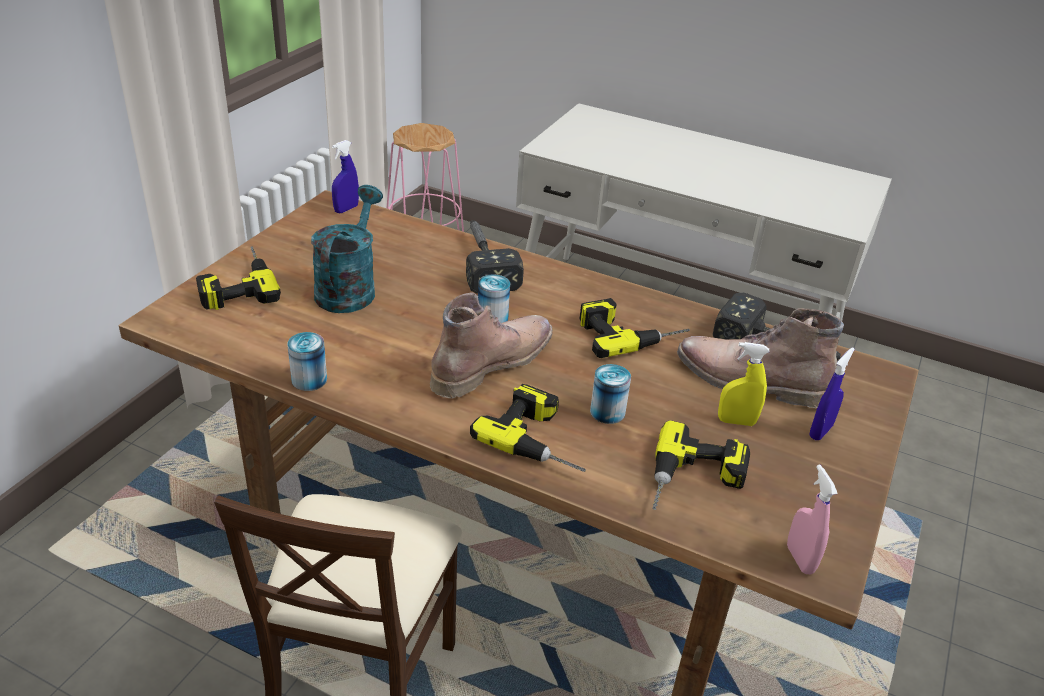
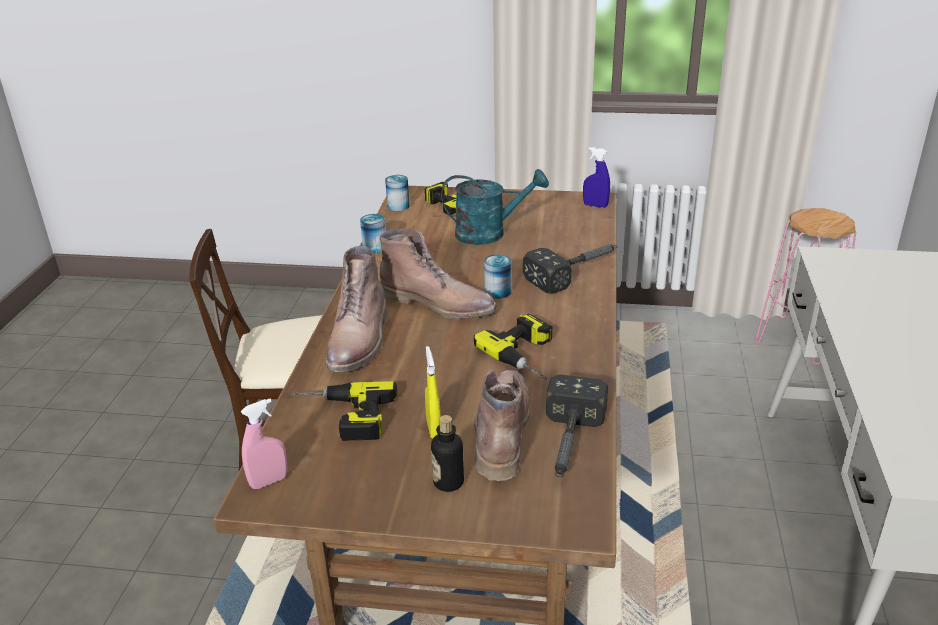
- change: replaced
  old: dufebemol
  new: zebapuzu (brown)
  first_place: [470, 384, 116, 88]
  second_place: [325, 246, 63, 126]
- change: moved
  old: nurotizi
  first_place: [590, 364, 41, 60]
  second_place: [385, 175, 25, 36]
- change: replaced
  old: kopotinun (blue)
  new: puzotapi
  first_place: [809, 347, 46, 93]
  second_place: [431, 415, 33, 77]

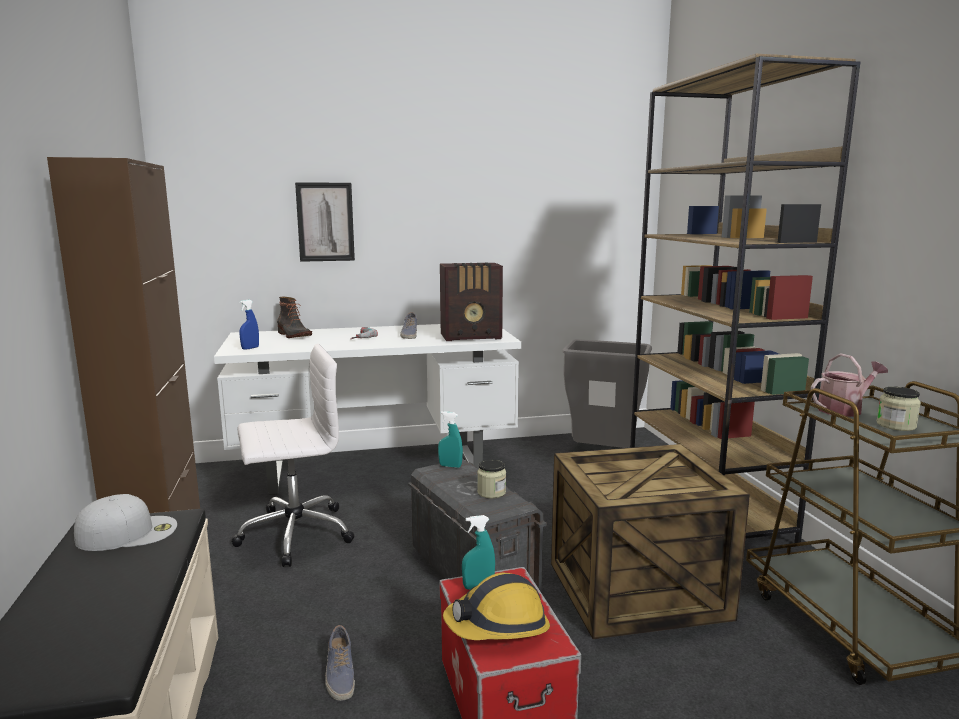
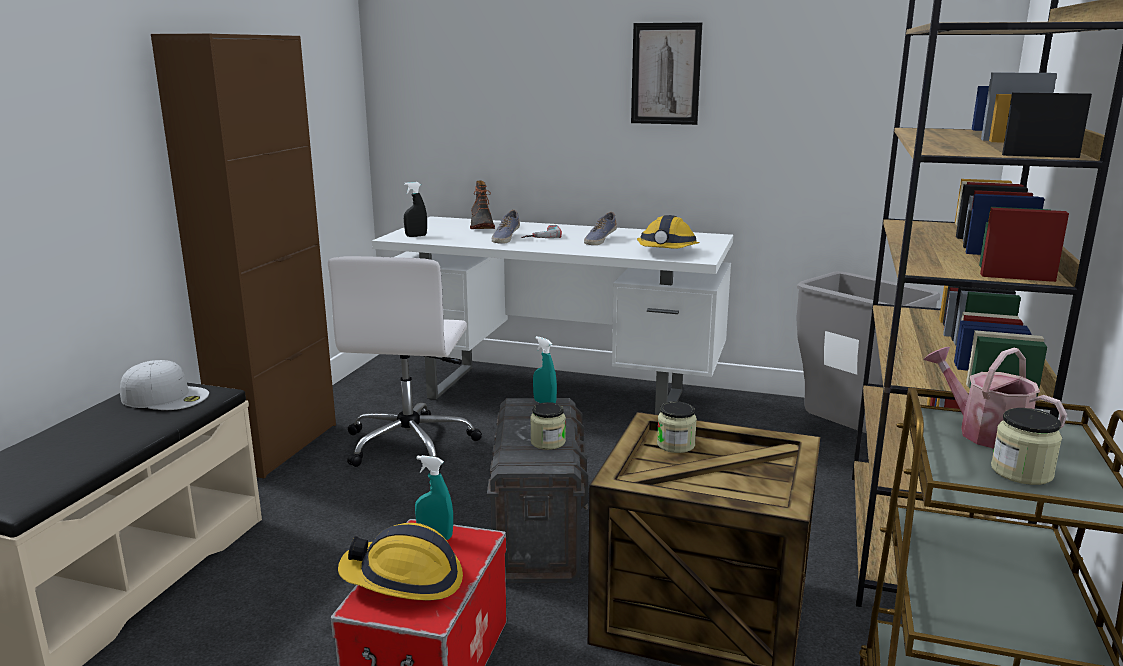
- change: turned
  old: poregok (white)
  first_place: [231, 344, 124, 223]
  second_place: [328, 256, 154, 214]
  degrees: 90
- change: recoloured
  old: kopotinun (blue)
  new: kopotinun (black)
  first_place: [239, 300, 20, 50]
  second_place: [404, 182, 23, 55]
- change: moved
  old: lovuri
  first_place: [295, 182, 60, 80]
  second_place: [631, 22, 71, 103]
- change: moved
  old: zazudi
  first_place: [325, 625, 30, 76]
  second_place: [492, 210, 28, 34]
- change: replaced
  old: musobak
  new: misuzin
  first_place: [440, 263, 63, 78]
  second_place: [637, 215, 63, 33]
- change: turned
  old: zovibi
  first_place: [811, 353, 77, 64]
  second_place: [923, 347, 144, 102]
  degrees: -135
- change: added
  new: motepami
  second_place: [657, 401, 40, 52]

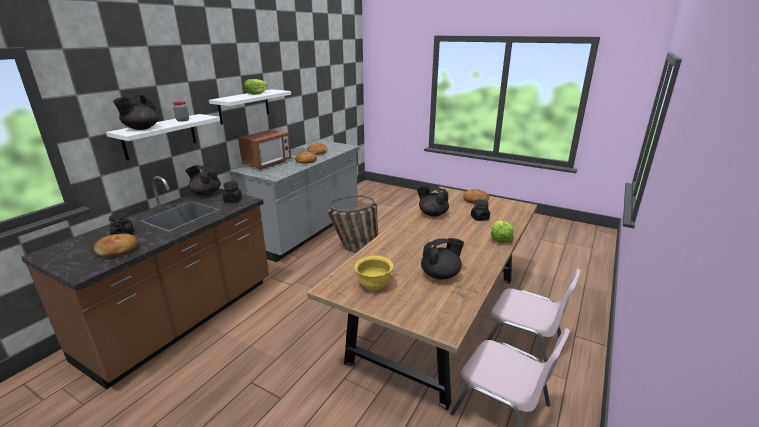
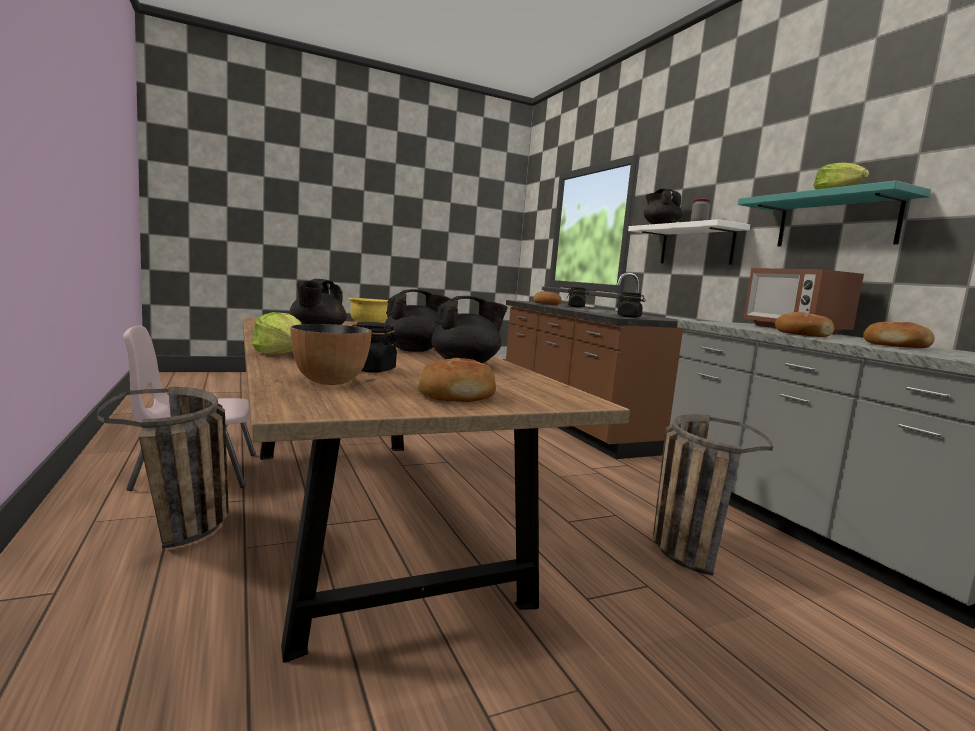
- change: moved
  old: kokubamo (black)
  first_place: [185, 165, 36, 31]
  second_place: [385, 289, 66, 63]
- change: recoloured
  old: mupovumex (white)
  new: mupovumex (turquoise)
  first_place: [209, 89, 82, 36]
  second_place: [738, 180, 193, 66]
- change: replaced
  old: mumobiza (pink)
  new: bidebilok
  first_place: [487, 269, 94, 94]
  second_place: [97, 387, 132, 161]
- change: added
  new: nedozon
  second_place: [291, 324, 81, 61]

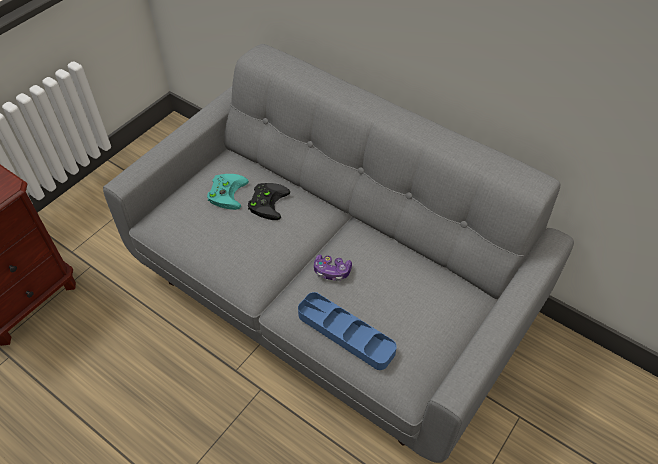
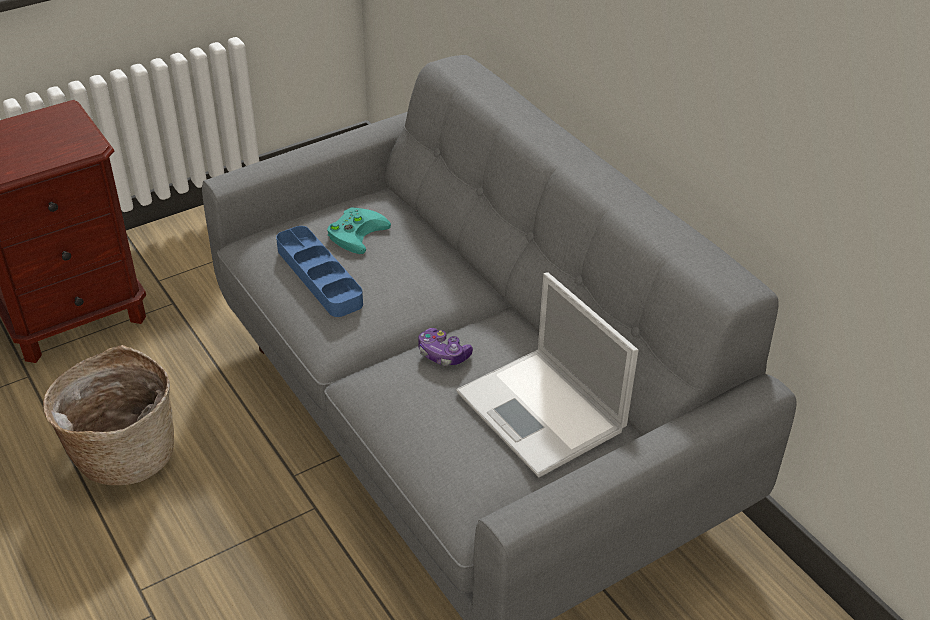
- change: removed
  old: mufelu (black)
  first_place: [248, 183, 42, 37]
- change: moved
  old: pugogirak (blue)
  first_place: [298, 292, 99, 78]
  second_place: [276, 226, 87, 91]
- change: added
  new: bidebilok
  second_place: [43, 345, 131, 140]
- change: added
  new: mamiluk
  second_place: [456, 272, 182, 205]

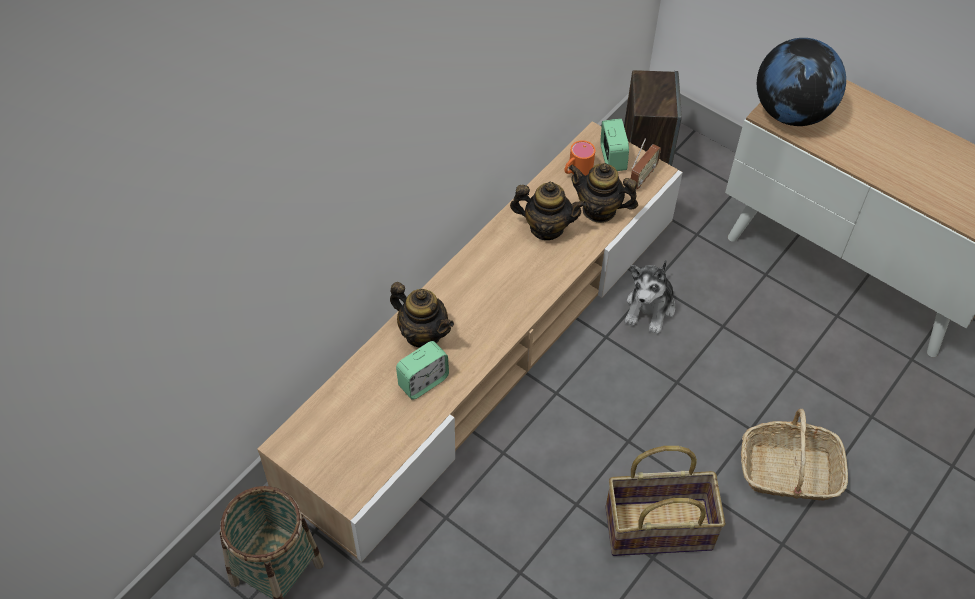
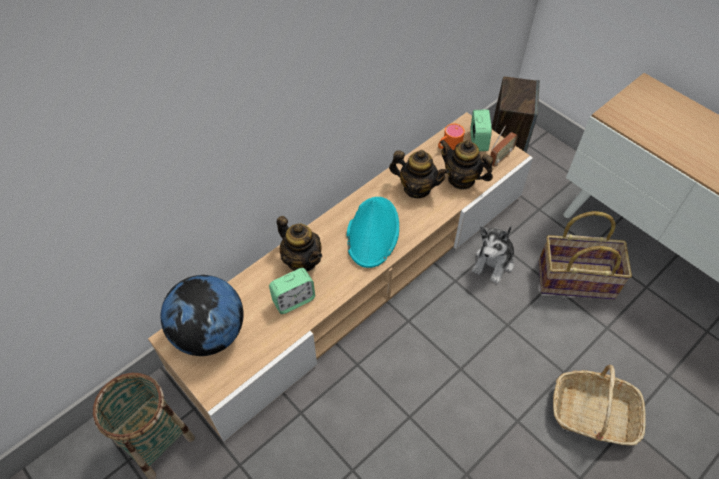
- change: moved
  old: bidebilok
  first_place: [605, 446, 120, 110]
  second_place: [538, 211, 94, 88]
- change: moved
  old: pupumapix
  first_place: [757, 38, 89, 88]
  second_place: [161, 275, 83, 81]
- change: added
  new: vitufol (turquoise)
  second_place: [347, 197, 52, 71]

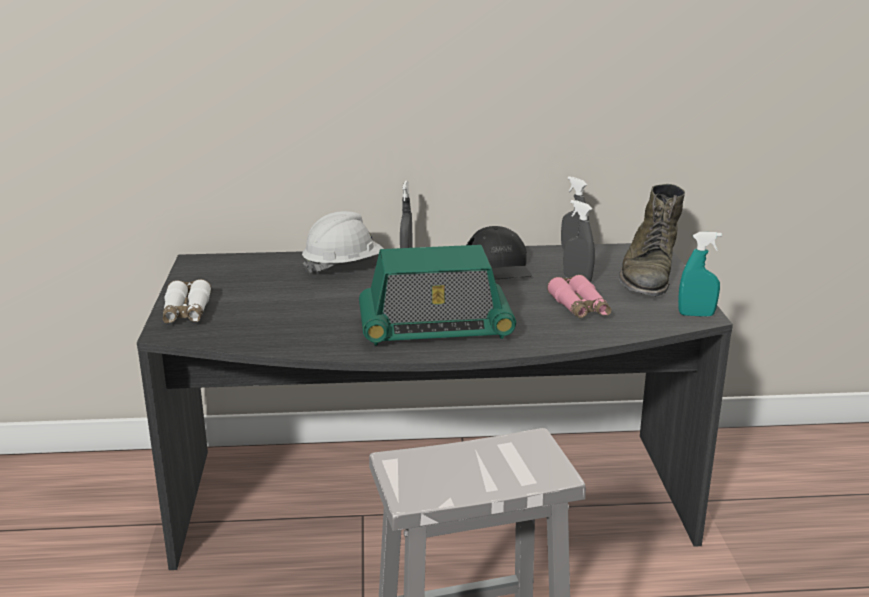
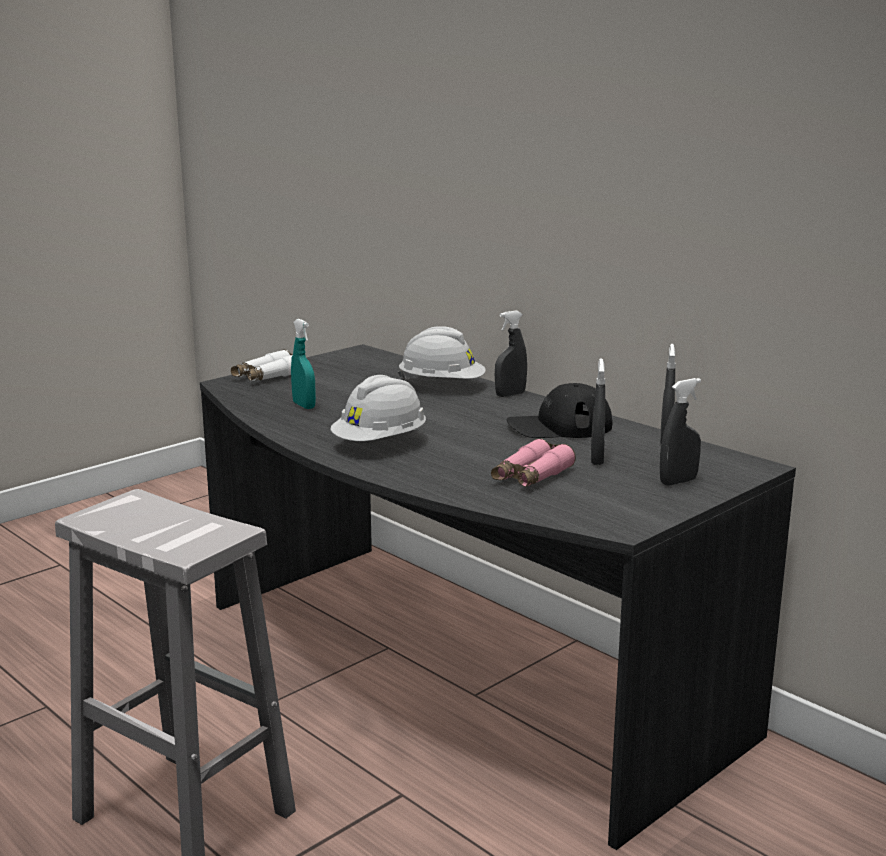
- change: replaced
  old: musobak
  new: misuzin (white)
  first_place: [359, 245, 157, 101]
  second_place: [331, 375, 95, 66]
- change: turned
  old: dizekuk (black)
  first_place: [467, 226, 65, 53]
  second_place: [507, 383, 106, 55]
  degrees: 45
- change: replaced
  old: zebapuzu (green)
  new: kopotinun (grey)
  first_place: [619, 184, 66, 113]
  second_place: [660, 378, 41, 108]
- change: moved
  old: kopotinun (turquoise)
  first_place: [678, 232, 44, 85]
  second_place: [291, 319, 25, 90]

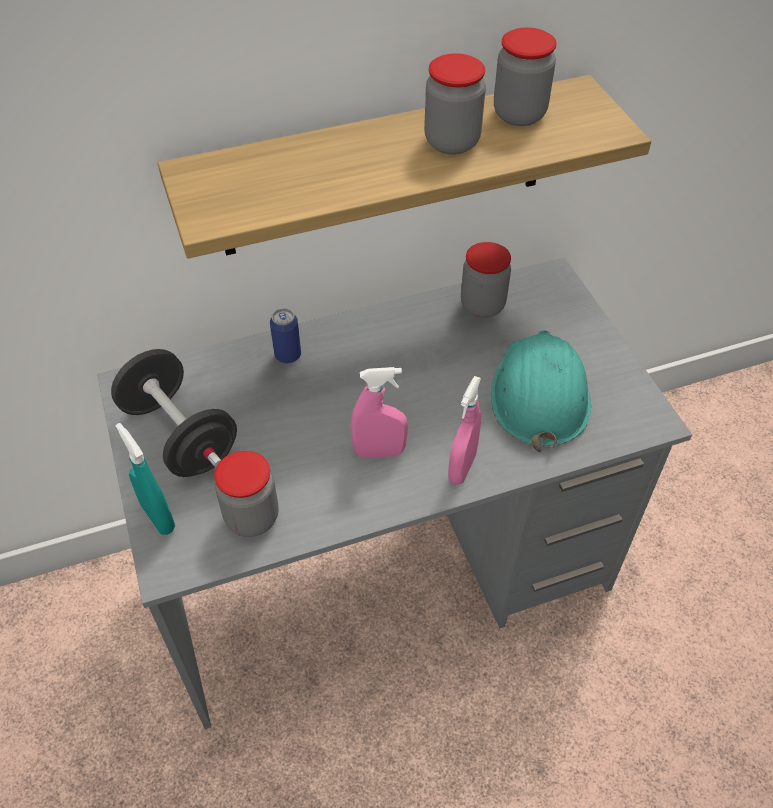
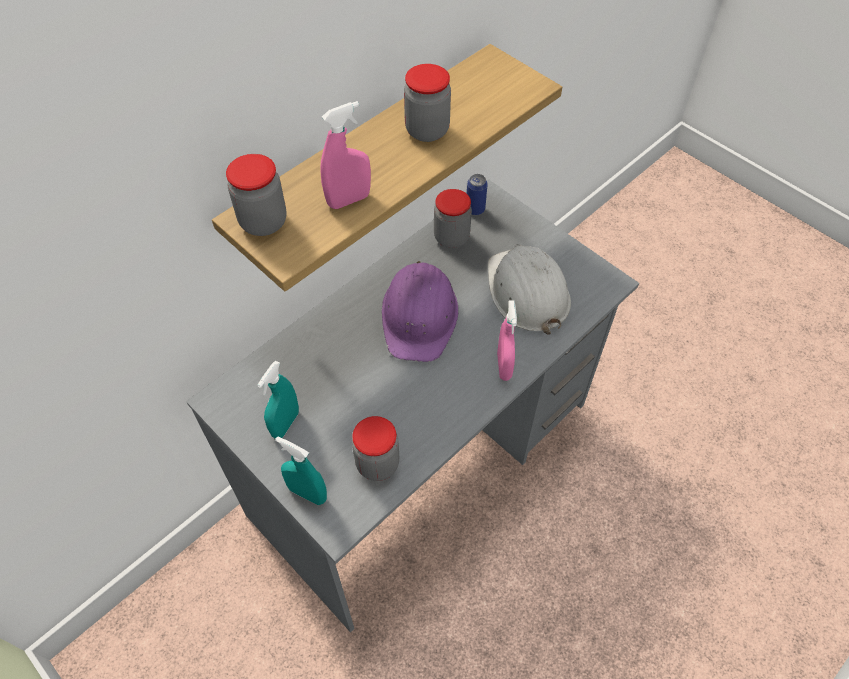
- change: replaced
  old: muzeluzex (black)
  new: kopotinun (turquoise)
  first_place: [111, 349, 126, 128]
  second_place: [257, 361, 42, 78]
- change: moved
  old: nurotizi
  first_place: [270, 308, 31, 56]
  second_place: [467, 174, 21, 41]
- change: moved
  old: kopotinun (pink)
  first_place: [351, 367, 57, 91]
  second_place: [320, 101, 51, 108]
- change: recoloured
  old: misuzin (turquoise)
  new: misuzin (white)
  first_place: [491, 330, 100, 122]
  second_place: [488, 244, 83, 91]
- change: moved
  old: motepami
  first_place: [494, 27, 63, 99]
  second_place: [226, 154, 61, 82]
- change: added
  new: misuzin (purple)
  second_place: [382, 261, 76, 101]

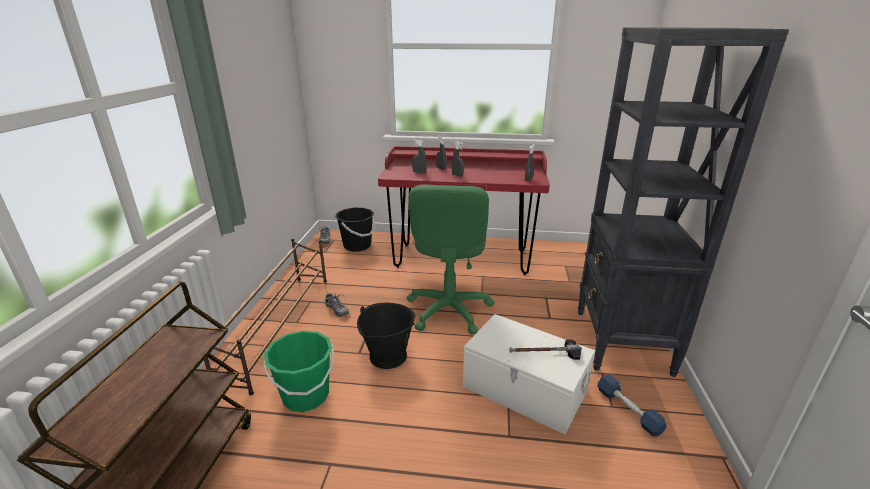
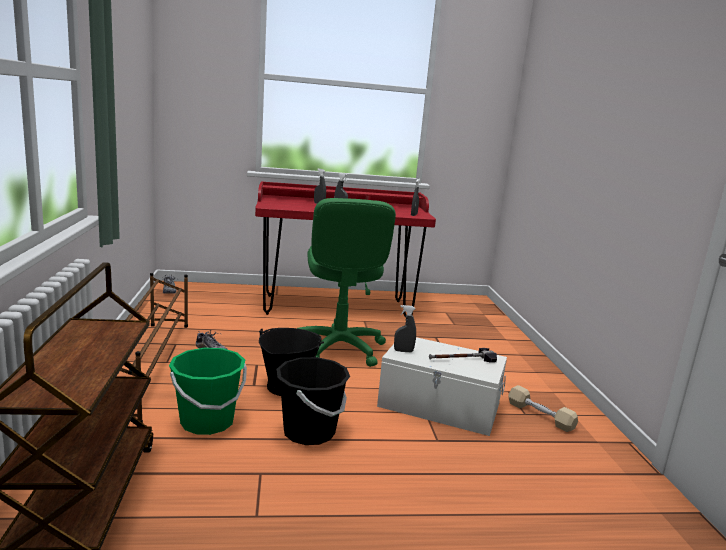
- change: moved
  old: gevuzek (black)
  first_place: [335, 208, 40, 44]
  second_place: [276, 357, 74, 88]
- change: moved
  old: kopotinun (grey)
  first_place: [412, 139, 15, 34]
  second_place: [394, 305, 22, 47]
- change: removed
  old: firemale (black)
  first_place: [578, 28, 211, 349]
- change: recoloured
  old: muzeluzex (blue)
  new: muzeluzex (beige)
  first_place: [597, 374, 70, 62]
  second_place: [508, 385, 70, 47]

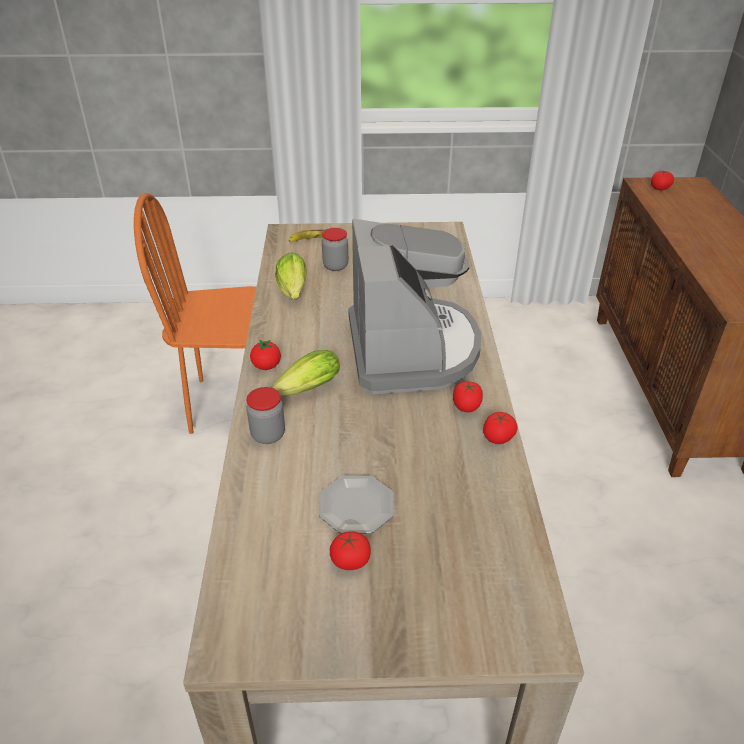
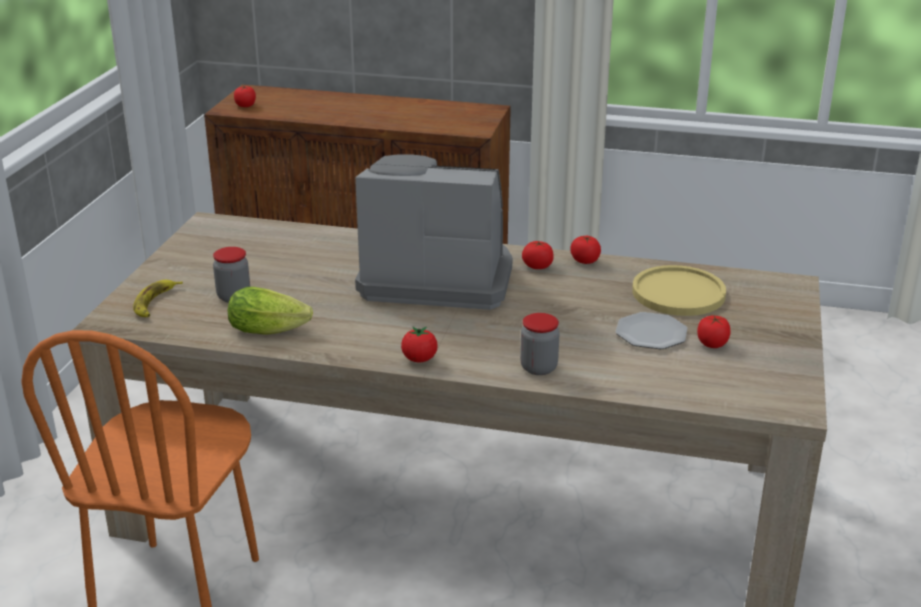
- change: removed
  old: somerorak
  first_place: [270, 350, 70, 46]
- change: added
  new: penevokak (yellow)
  second_place: [632, 265, 94, 51]

